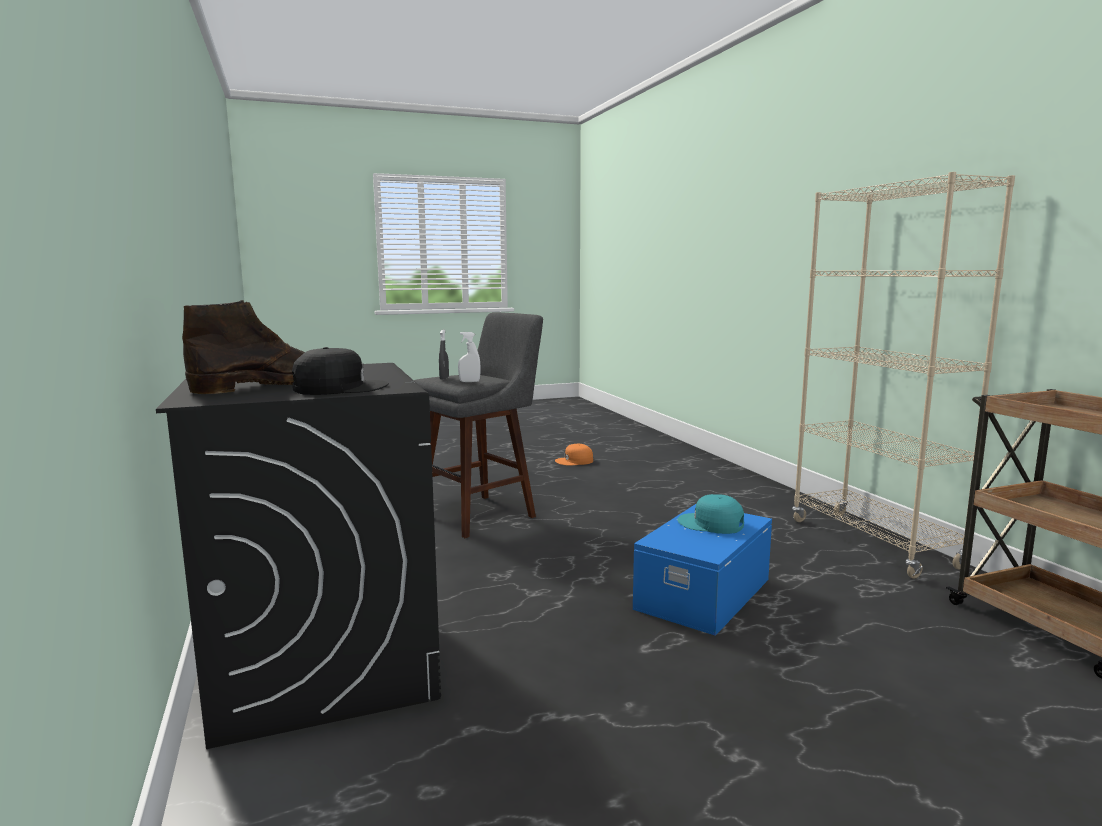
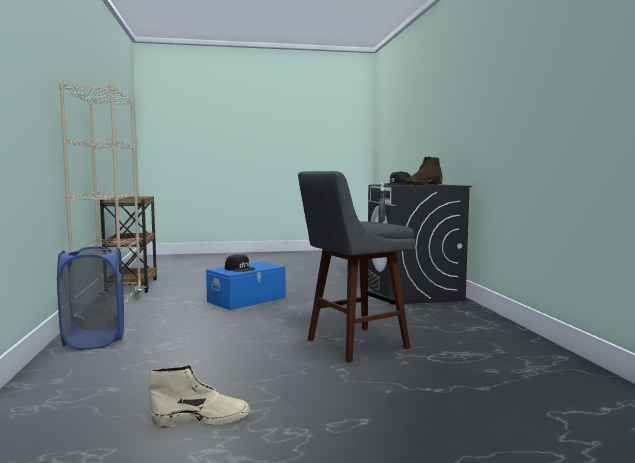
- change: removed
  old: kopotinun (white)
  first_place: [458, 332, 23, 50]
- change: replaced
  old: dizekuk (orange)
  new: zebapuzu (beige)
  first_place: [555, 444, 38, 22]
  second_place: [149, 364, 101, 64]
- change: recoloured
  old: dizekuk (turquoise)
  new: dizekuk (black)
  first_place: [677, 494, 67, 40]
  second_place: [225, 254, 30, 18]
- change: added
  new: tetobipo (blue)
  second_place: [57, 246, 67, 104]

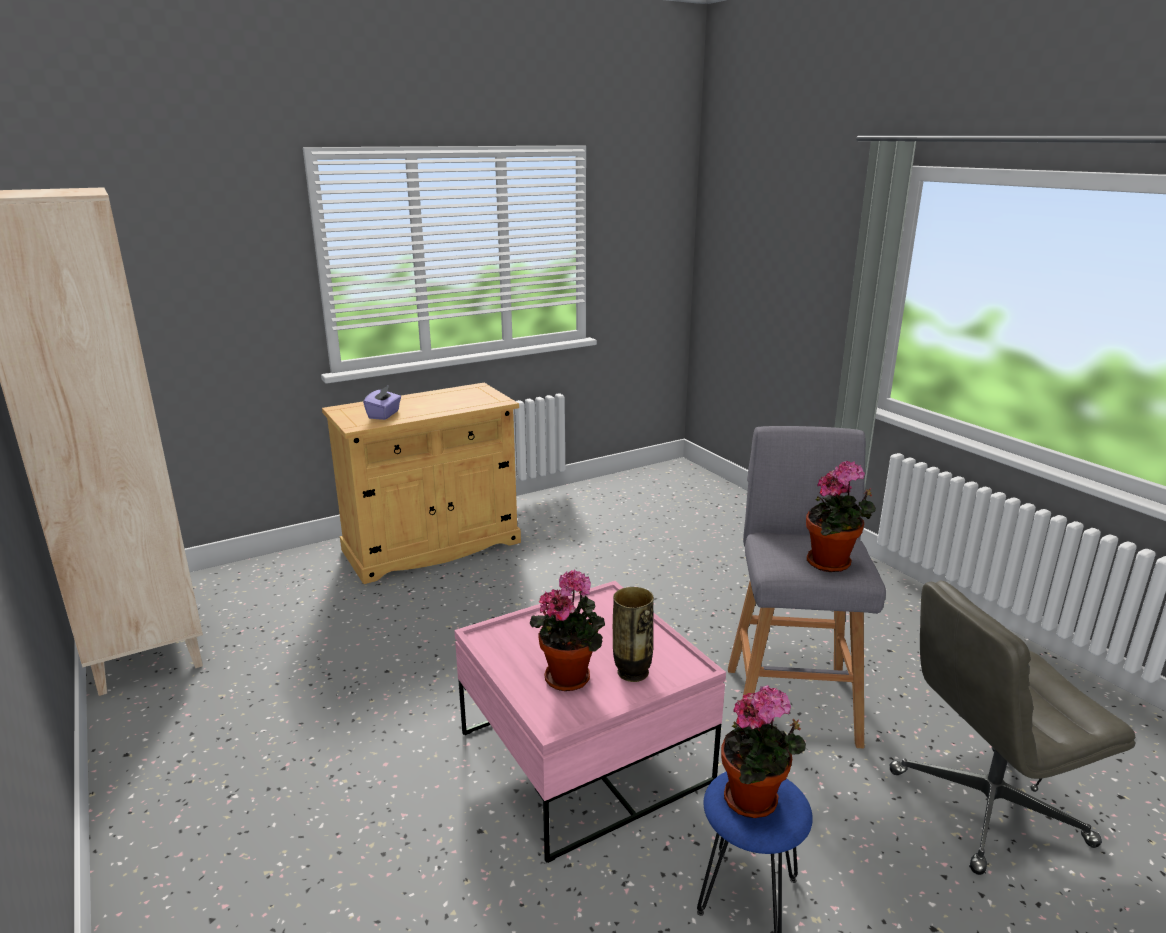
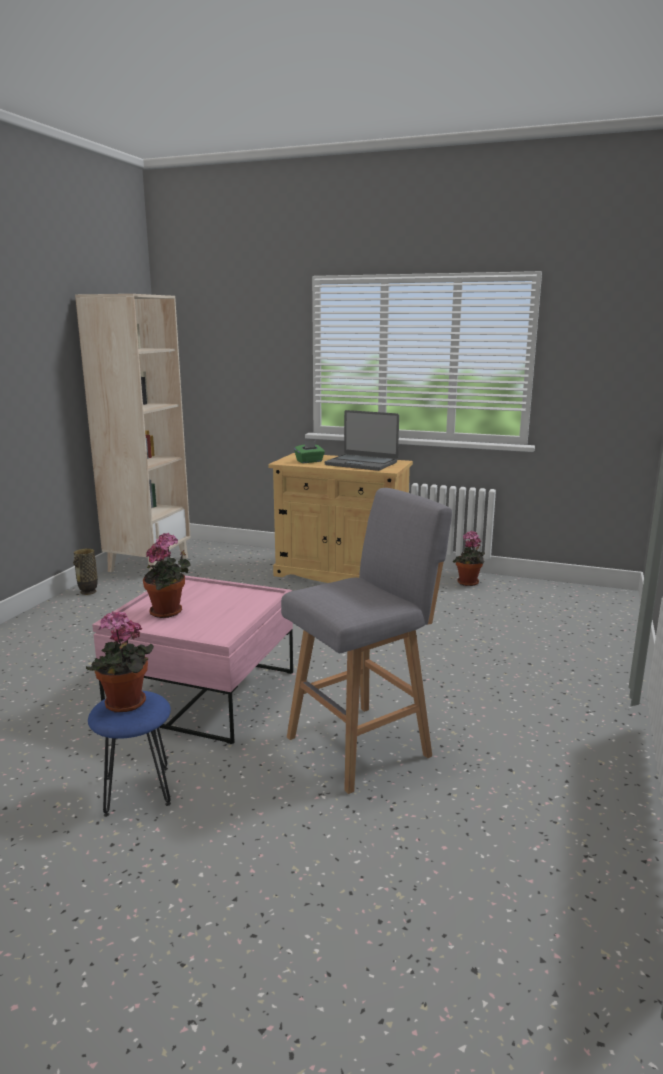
- change: recoloured
  old: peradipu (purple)
  new: peradipu (green)
  first_place: [363, 385, 38, 35]
  second_place: [294, 441, 31, 22]
- change: moved
  old: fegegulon
  first_place: [613, 587, 41, 95]
  second_place: [73, 549, 25, 46]
- change: moved
  old: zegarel
  first_place: [806, 461, 70, 111]
  second_place: [453, 531, 32, 55]
- change: removed
  old: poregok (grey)
  first_place: [889, 580, 246, 295]
- change: added
  new: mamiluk
  second_place: [325, 410, 74, 61]

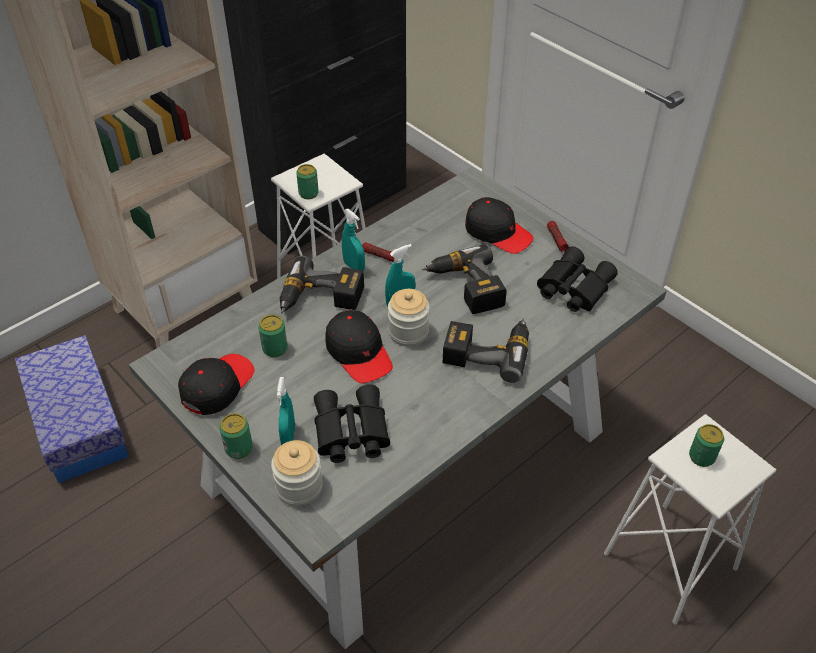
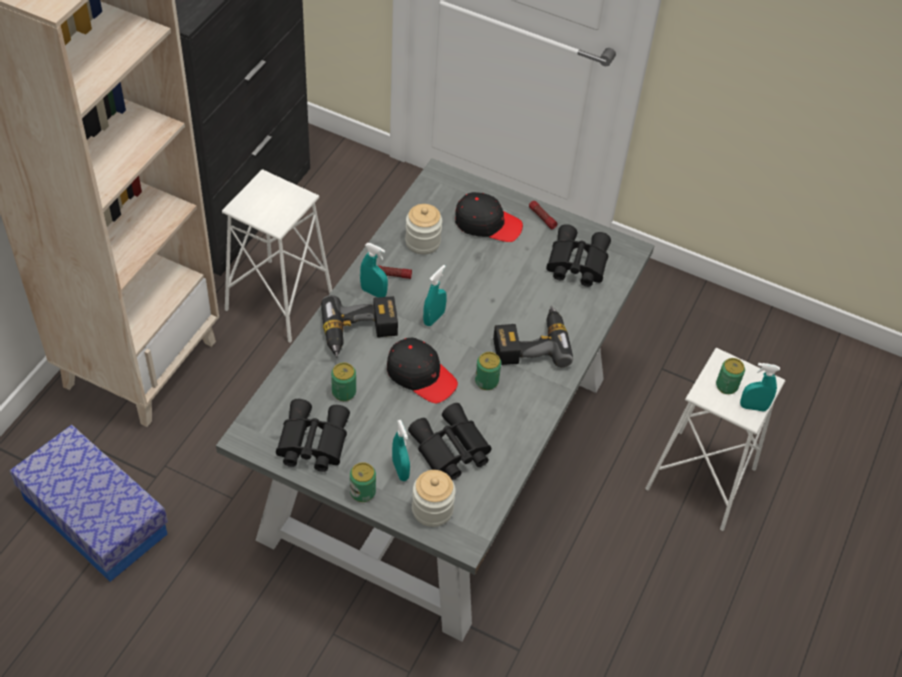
- change: replaced
  old: dizekuk (black)
  new: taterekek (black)
  first_place: [178, 354, 76, 61]
  second_place: [276, 399, 74, 73]
- change: moved
  old: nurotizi
  first_place: [296, 164, 23, 35]
  second_place: [475, 352, 26, 38]
- change: moved
  old: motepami
  first_place: [388, 289, 42, 57]
  second_place: [405, 204, 37, 51]
- change: removed
  old: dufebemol
  first_place: [422, 245, 85, 69]
- change: added
  new: kopotinun (turquoise)
  second_place: [740, 363, 40, 49]

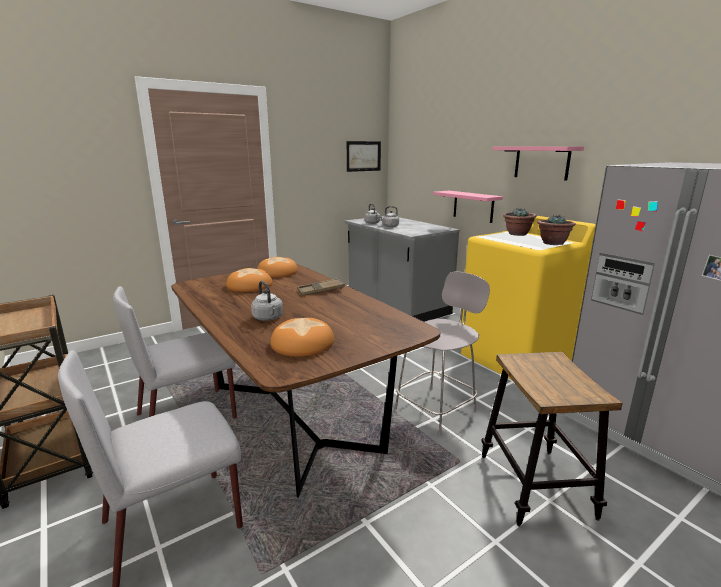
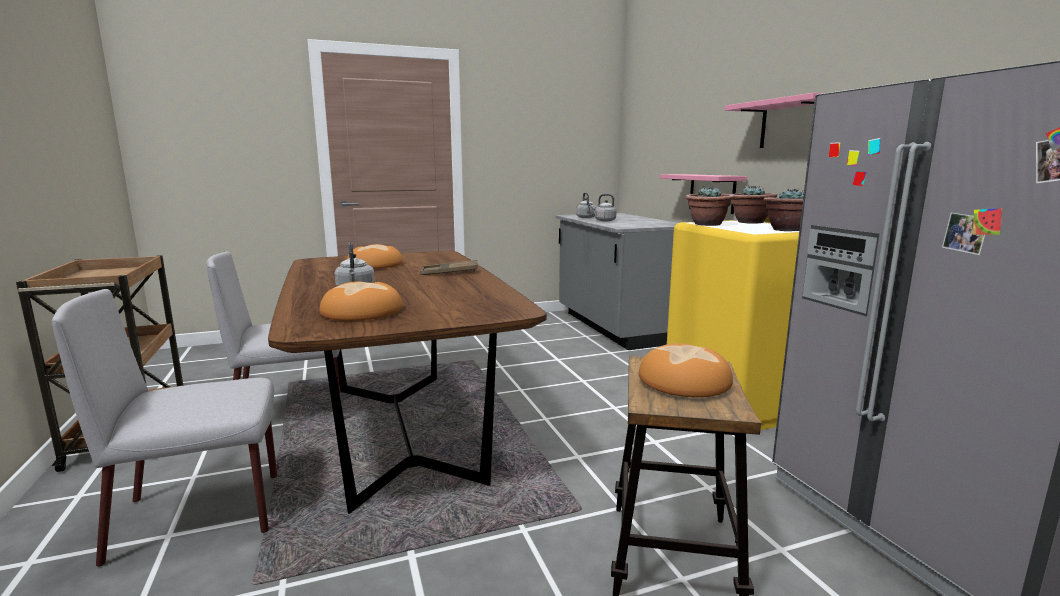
- change: moved
  old: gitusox
  first_place: [257, 257, 41, 21]
  second_place: [639, 343, 94, 54]
- change: removed
  old: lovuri
  first_place: [347, 141, 34, 31]
- change: removed
  old: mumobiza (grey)
  first_place: [395, 272, 95, 164]
- change: added
  new: zegarel
  second_place: [685, 186, 49, 40]

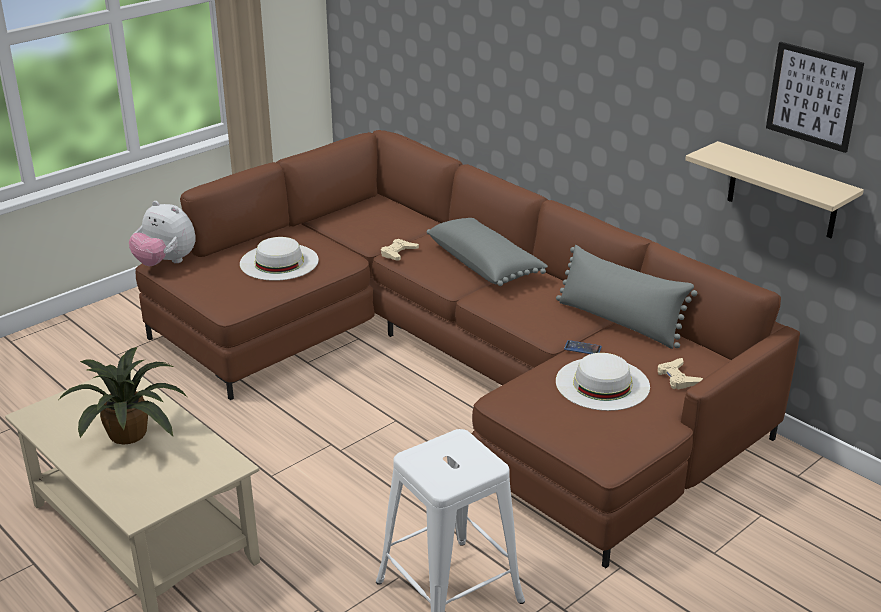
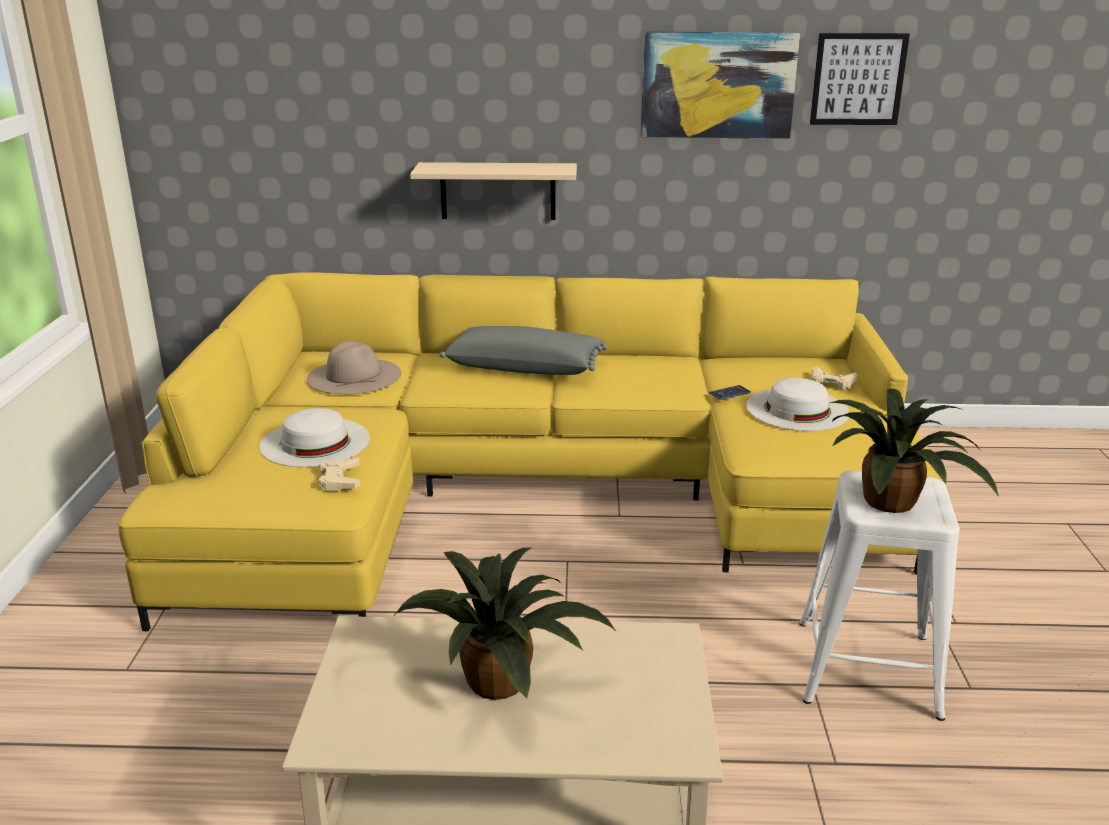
- change: removed
  old: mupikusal
  first_place: [129, 201, 67, 65]
- change: recoloured
  old: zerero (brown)
  new: zerero (yellow)
  first_place: [136, 130, 664, 438]
  second_place: [118, 272, 826, 359]
- change: moved
  old: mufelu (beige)
  first_place: [381, 239, 38, 21]
  second_place: [319, 457, 41, 34]
- change: removed
  old: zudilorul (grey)
  first_place: [556, 245, 141, 104]
- change: moved
  old: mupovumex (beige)
  first_place: [685, 141, 179, 97]
  second_place: [410, 162, 167, 58]
- change: added
  new: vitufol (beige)
  second_place: [306, 341, 95, 53]
- change: added
  new: lovuri
  second_place: [641, 32, 159, 106]
- change: added
  new: zegarel
  second_place: [830, 389, 169, 124]

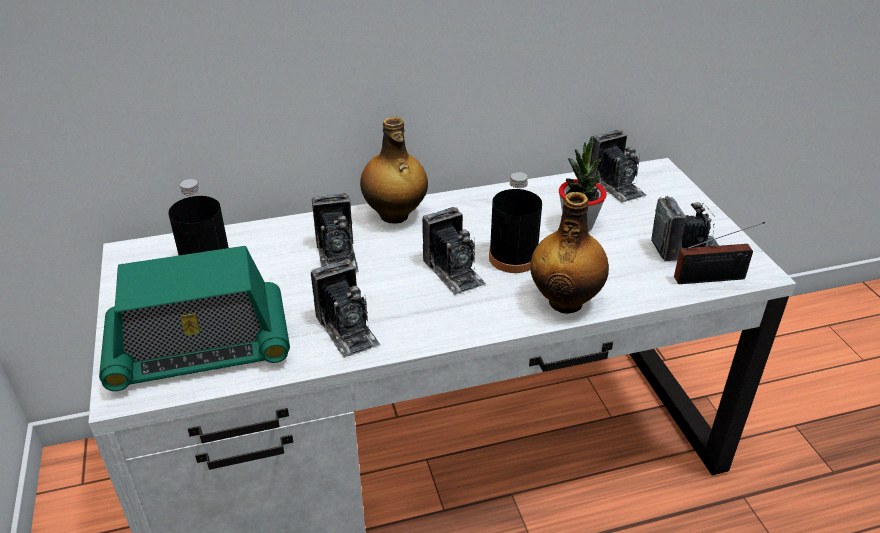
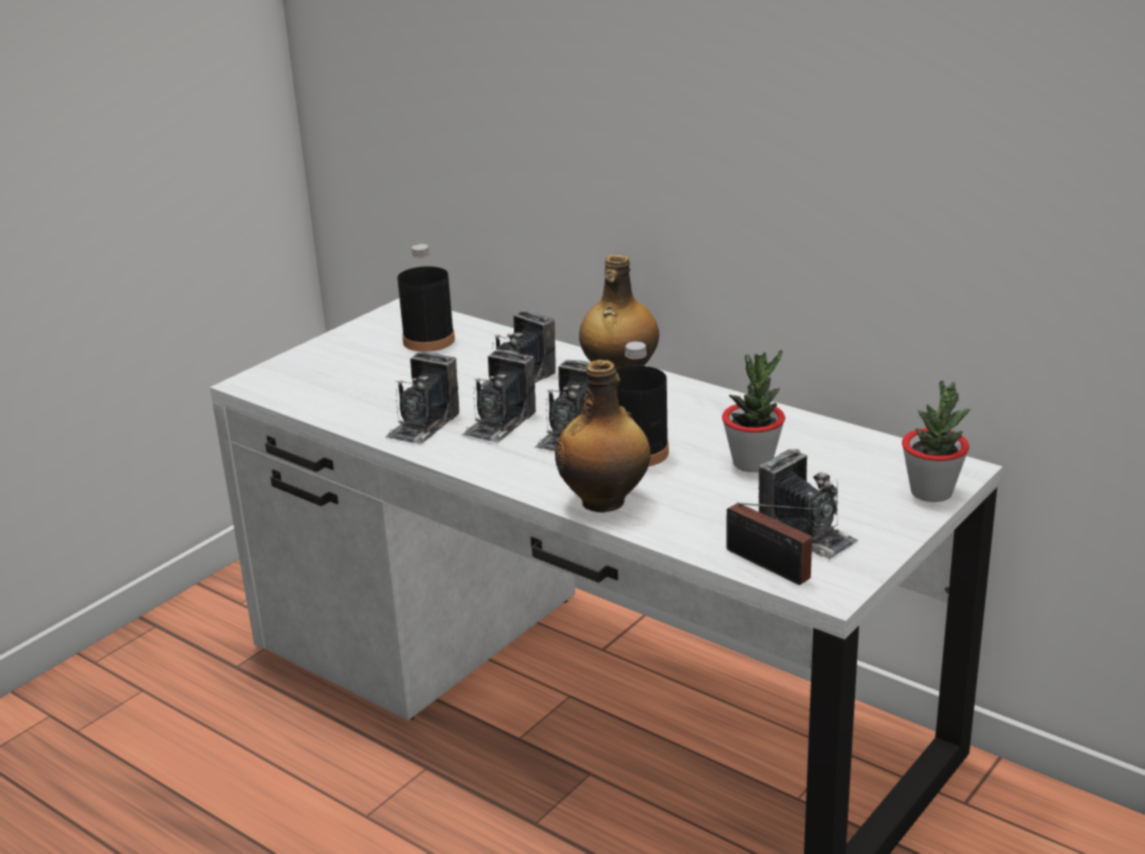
- change: removed
  old: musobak
  first_place: [99, 246, 191, 145]
- change: moved
  old: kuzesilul
  first_place: [589, 130, 58, 73]
  second_place: [462, 349, 74, 93]
- change: added
  new: zegarel
  second_place: [902, 380, 69, 122]

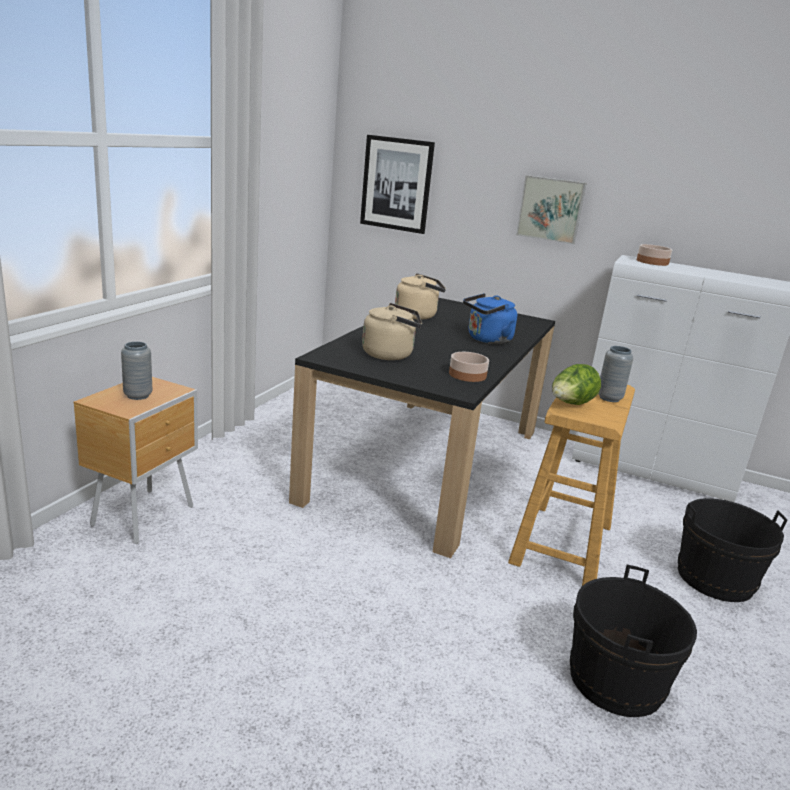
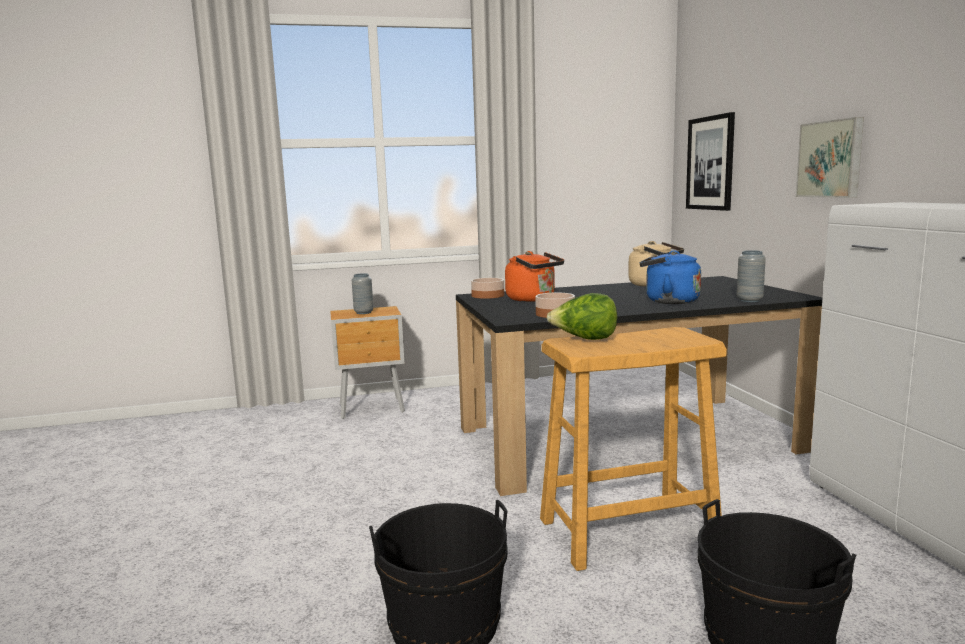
- change: recoloured
  old: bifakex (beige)
  new: bifakex (orange)
  first_place: [362, 303, 60, 57]
  second_place: [505, 251, 59, 51]
- change: moved
  old: fegegulon (grey)
  first_place: [598, 346, 35, 56]
  second_place: [737, 250, 29, 52]
- change: moved
  old: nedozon
  first_place: [637, 244, 35, 22]
  second_place: [471, 278, 33, 21]

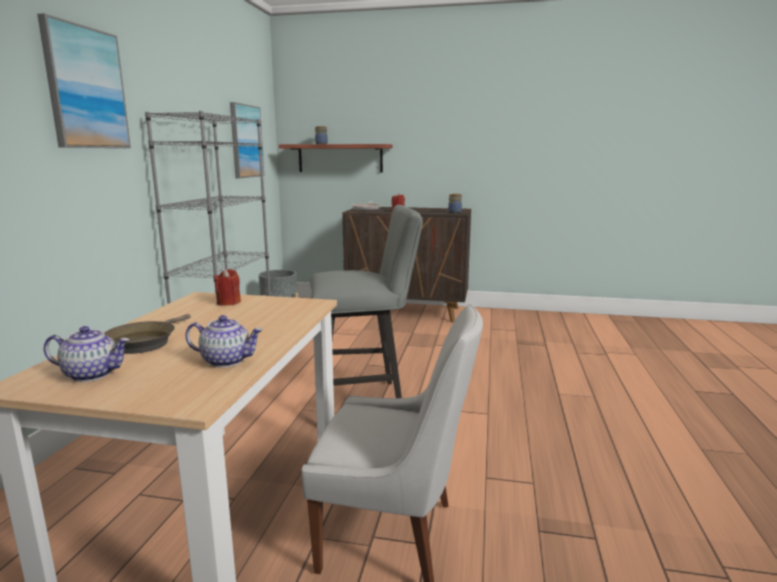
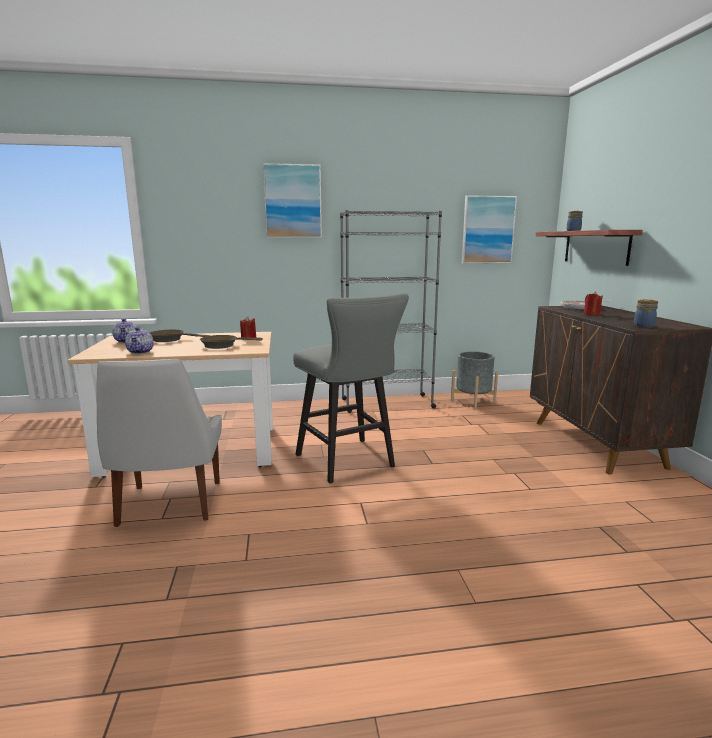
- change: added
  new: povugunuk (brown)
  second_place: [200, 335, 63, 14]

